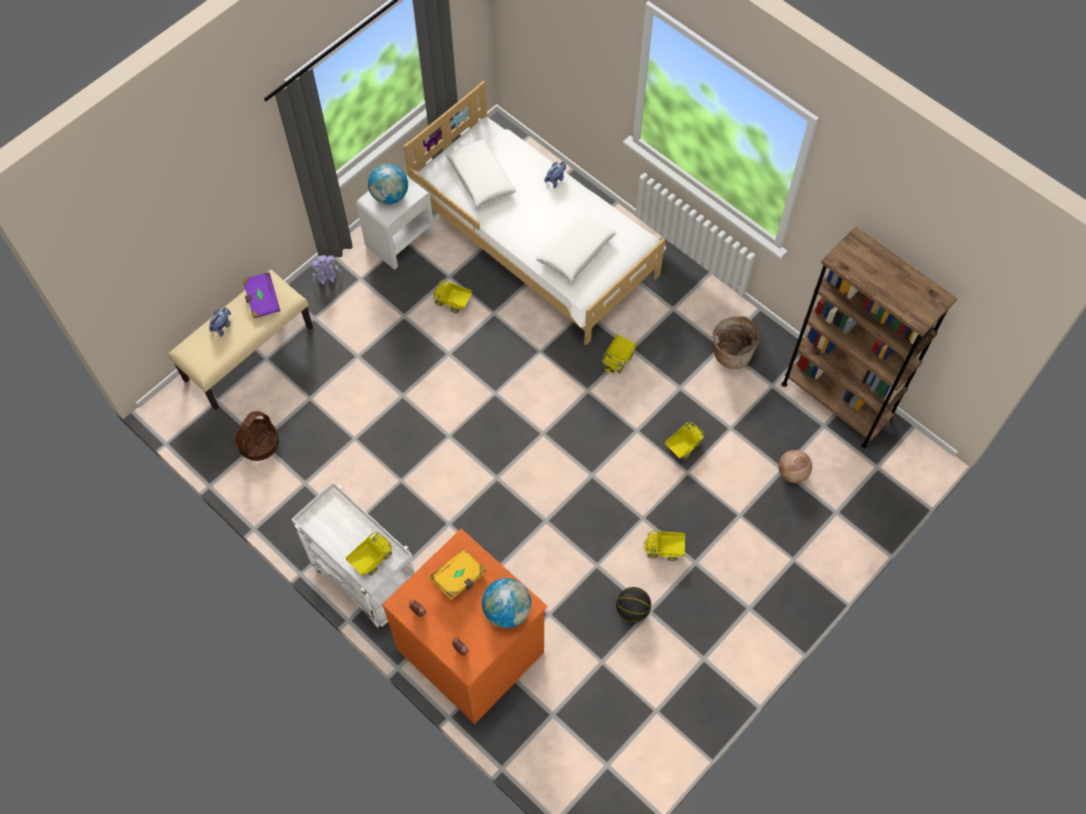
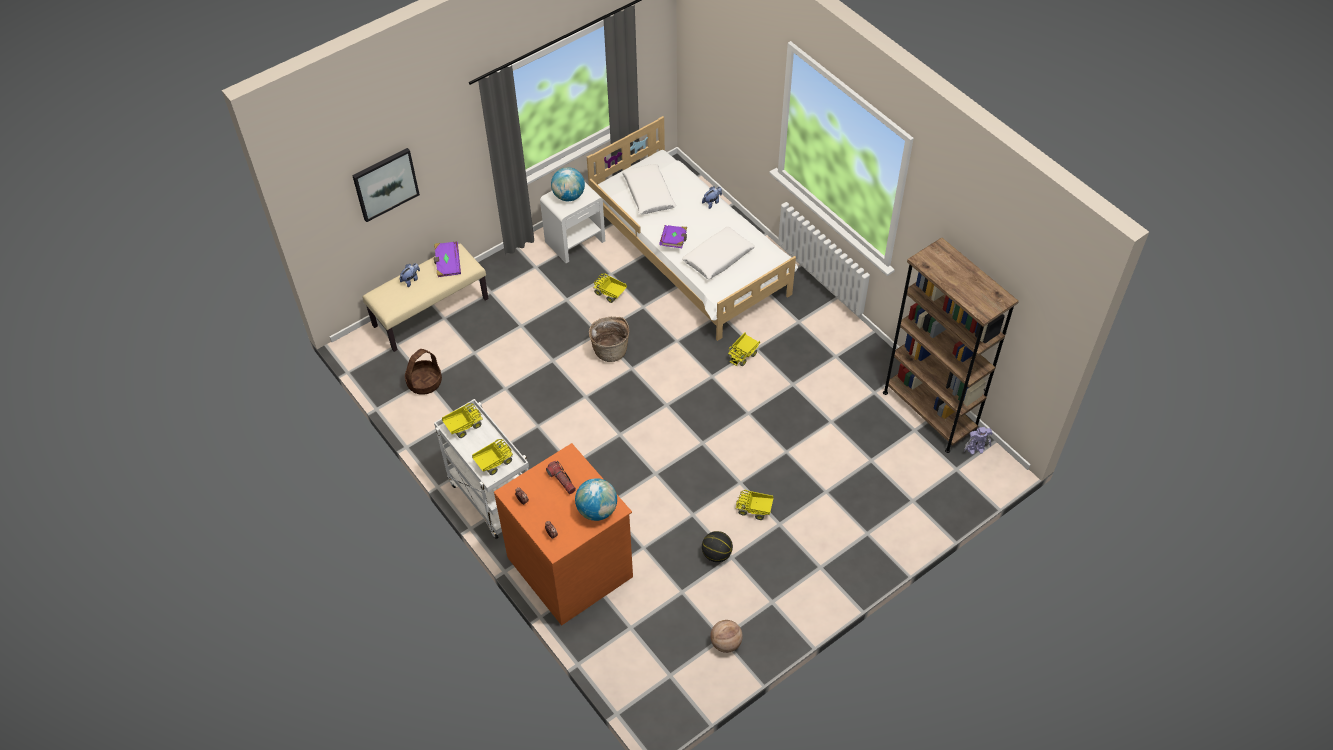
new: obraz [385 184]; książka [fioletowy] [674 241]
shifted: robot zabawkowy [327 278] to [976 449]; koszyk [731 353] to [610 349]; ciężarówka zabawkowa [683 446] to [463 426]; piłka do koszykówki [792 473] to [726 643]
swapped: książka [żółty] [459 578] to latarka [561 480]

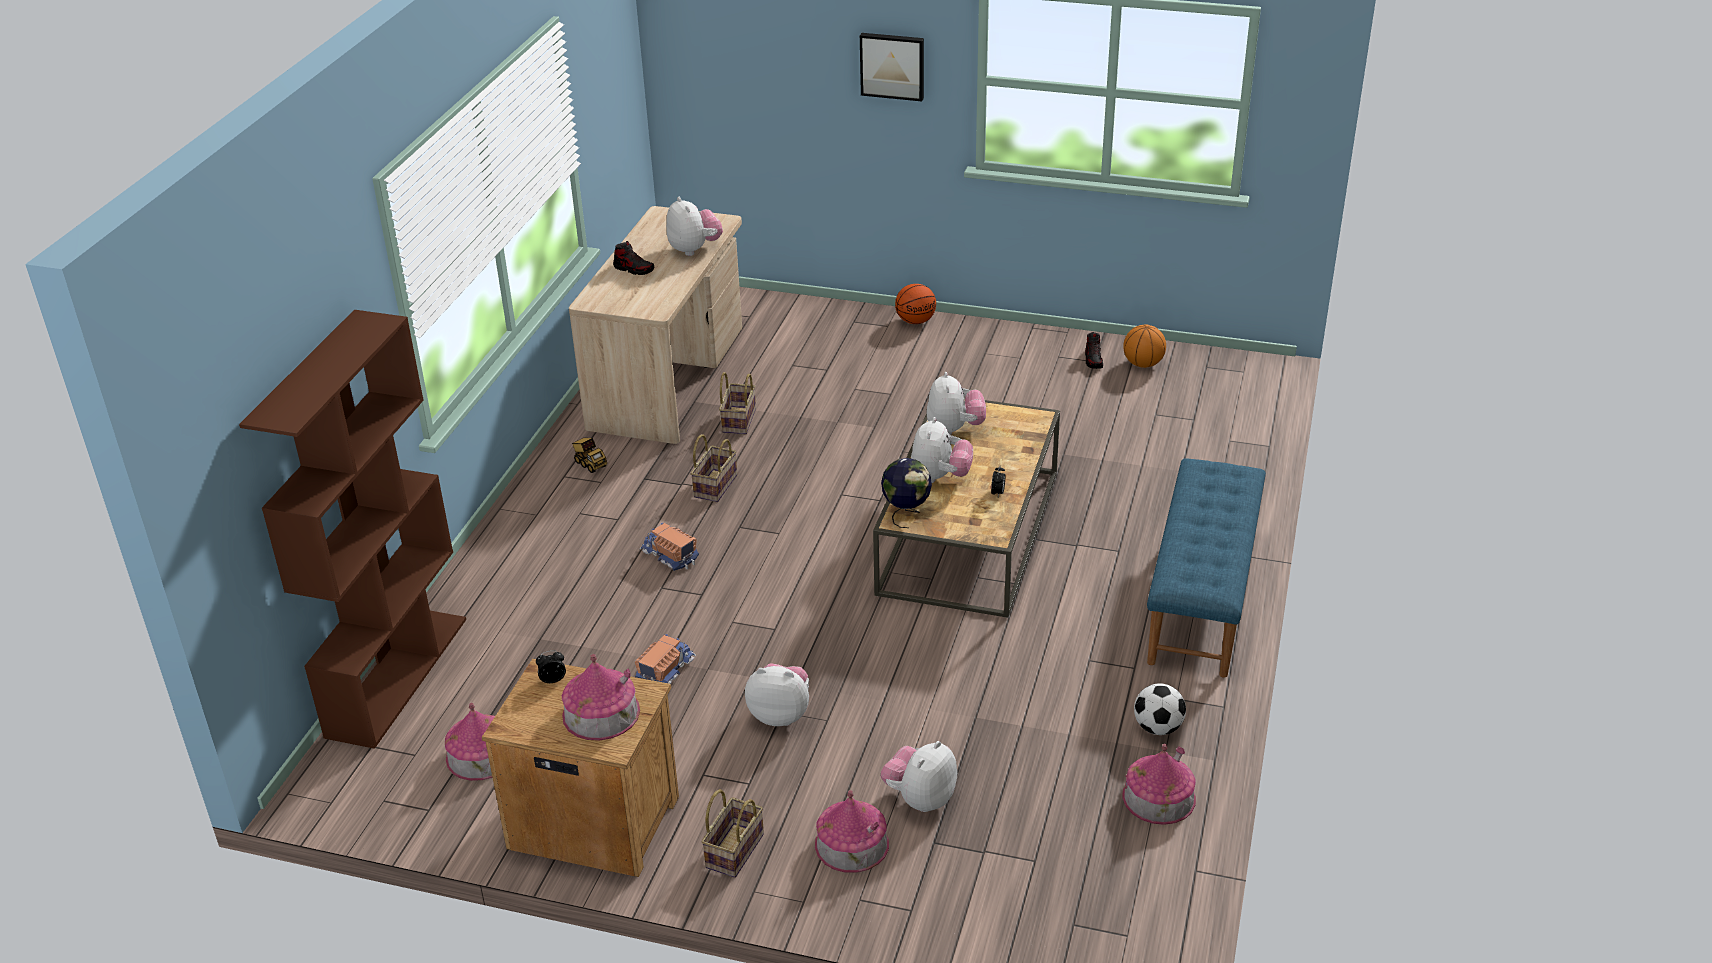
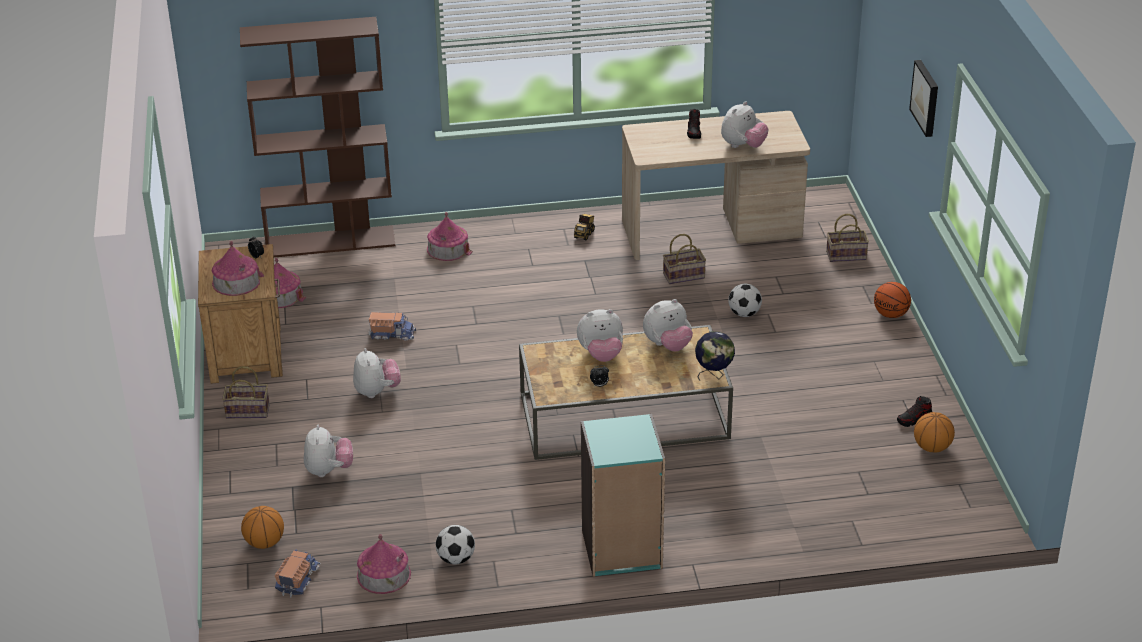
new: piłka futbolowa [744 313]; piłka do koszykówki [265 543]
shifted: koszyk [715 485] to [847 255]; globus [906 515] to [714 375]; ciężarówka zabawkowa [669 556] to [297 579]; domek [852 844] to [448 248]
swapped: ławka [niebieski] [1203 597] to regał [turkusowy] [621 550]
rotated: pluszak [920 798] = [329 470] 75 degrees clockwise

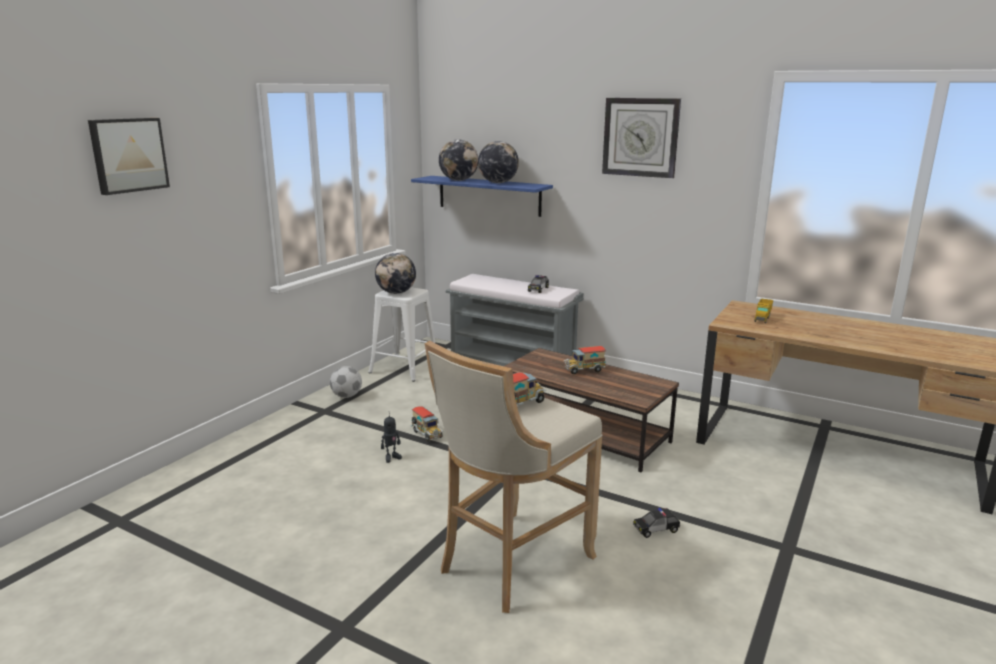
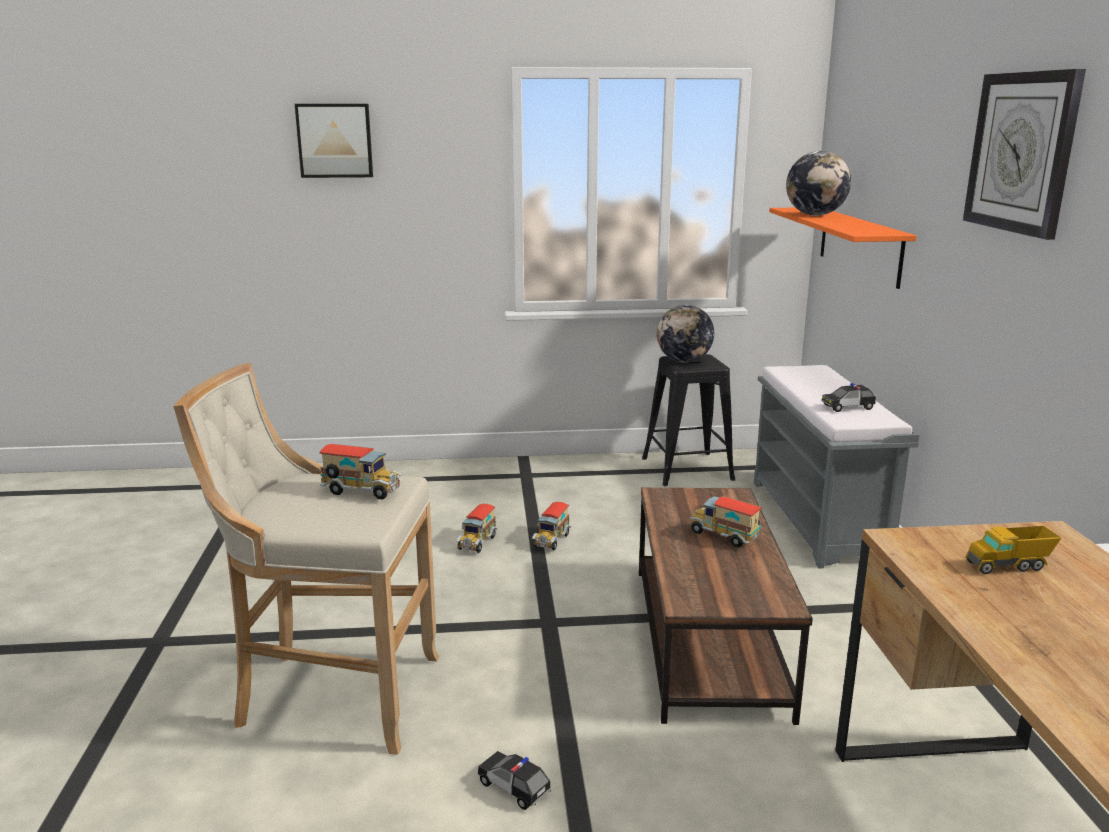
gone: globus [498 183]; piłka futbolowa [346 396]
swapped: robot zabawkowy [391 457] to ciężarówka zabawkowa [477 543]
repainted: półka [niebieski] [489 195] to półka [pomarańczowy] [859 245]; stołek [biały] [404 368] to stołek [czarny] [687 469]

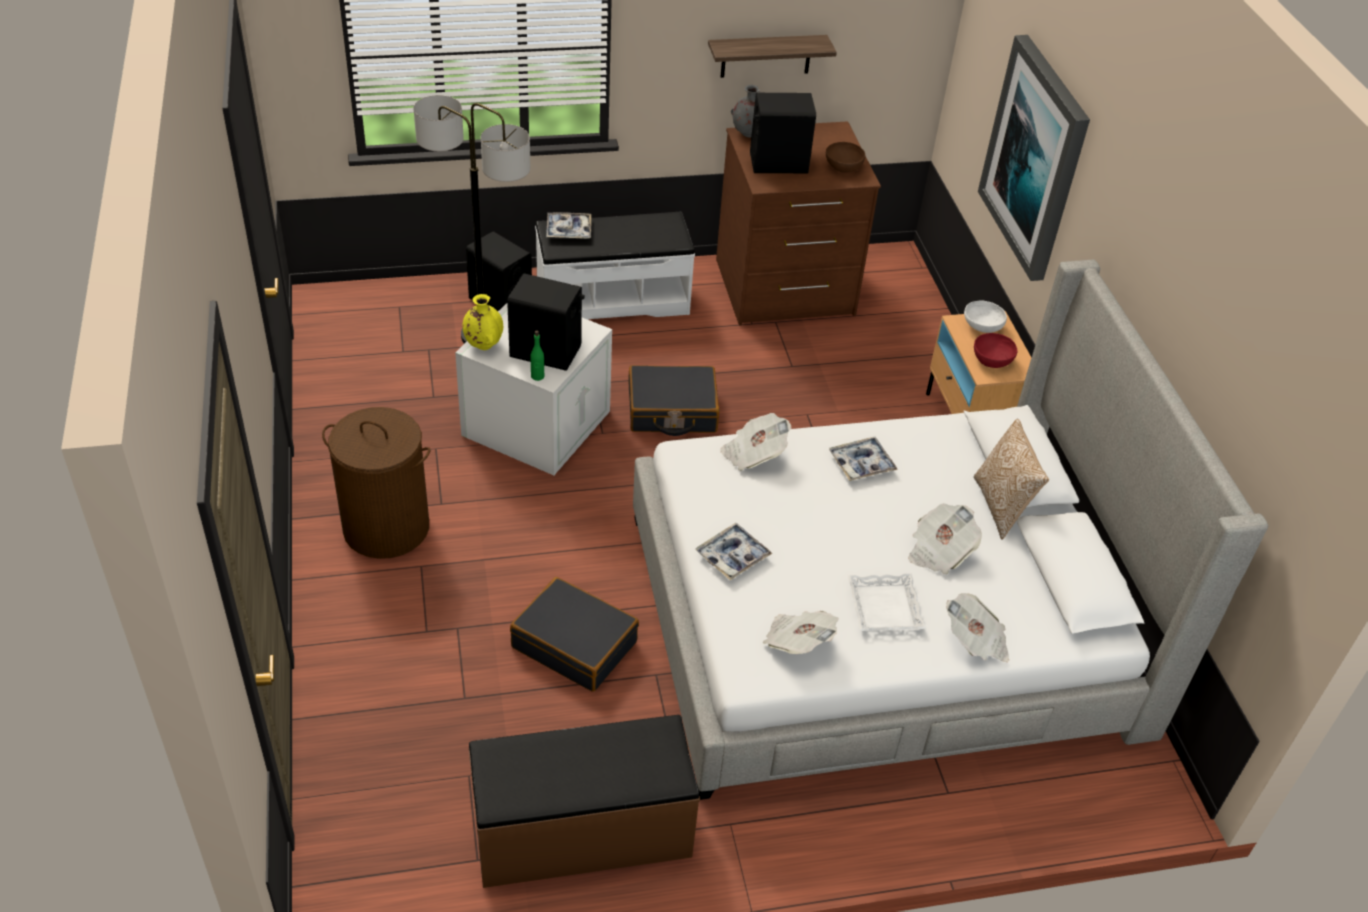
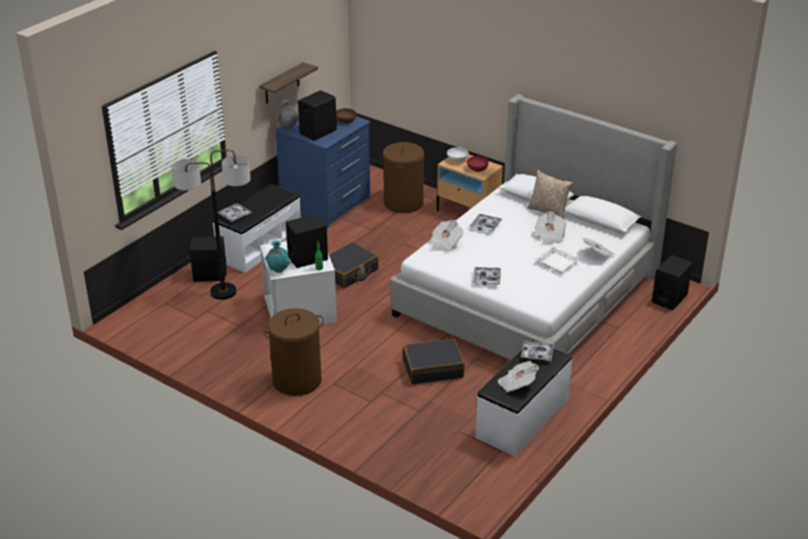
gone: obraz [1035 158]
new: kosz na pranie [brązowy] [403 203]; głośnik [czarny] [669 298]; taca [537 354]
shifted: gazeta [797 642] to [517 384]
repainted: komoda [brązowy] [785 289] to komoda [niebieski] [326 203]; wazon [żółty] [483 345] to wazon [turkusowy] [278 270]; ławka [brązowy] [582 833] to ławka [biały] [523 418]

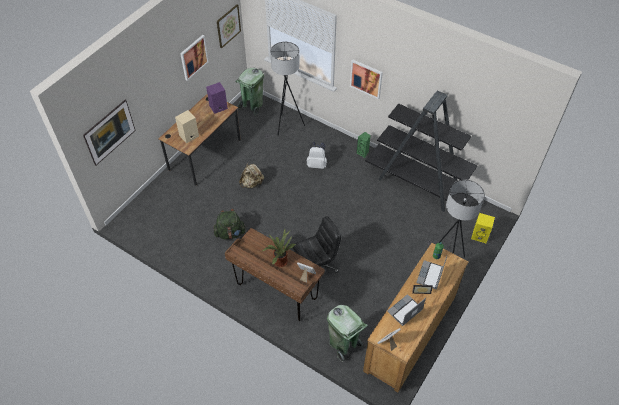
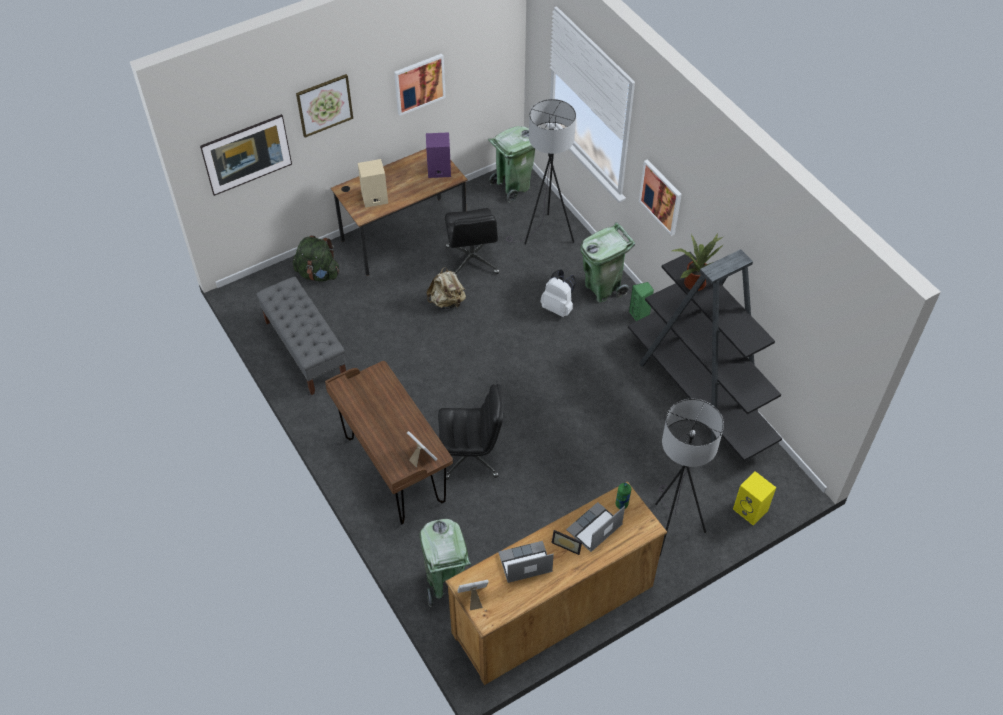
new: krzesło biurowe [czarny] [472 260]; kosz na śmieci [zielony] [603 288]; ławka [szary] [305 349]
shifted: obraz [228 26] to [324 105]; plecak [zielony] [230 233] to [318 274]; roślina doniczkowa [279 260] to [694 282]

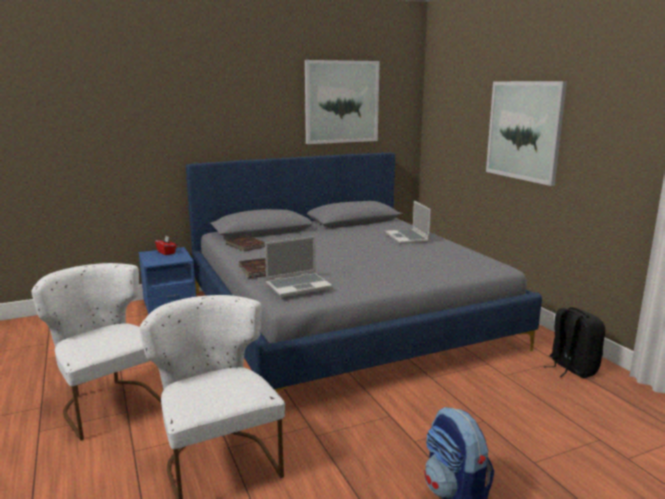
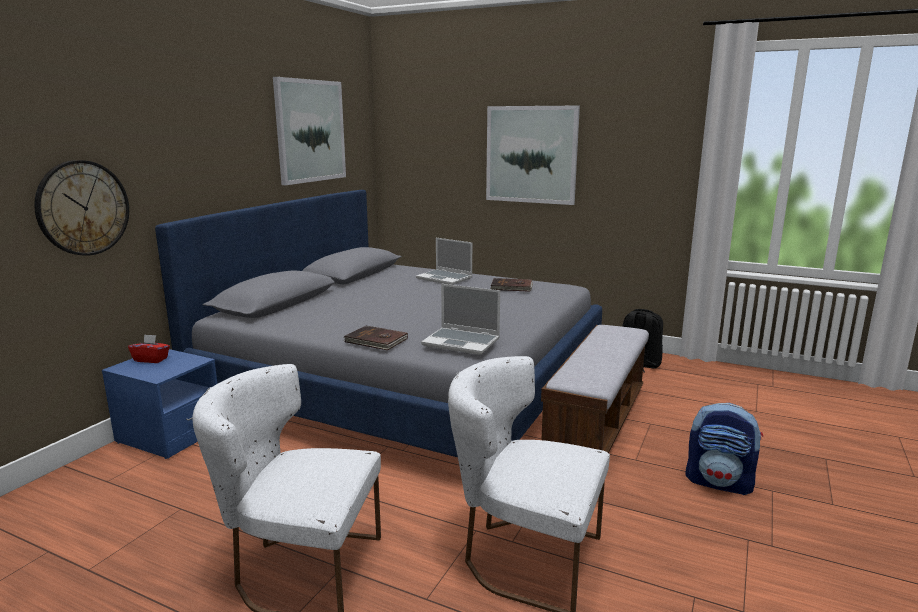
new: zegar ścienny [83 208]; ławka [596 421]
shifted: książka [brązowy] [245 245] to [511 287]
rotated: laptop [299 286] = [462 342] 90 degrees clockwise

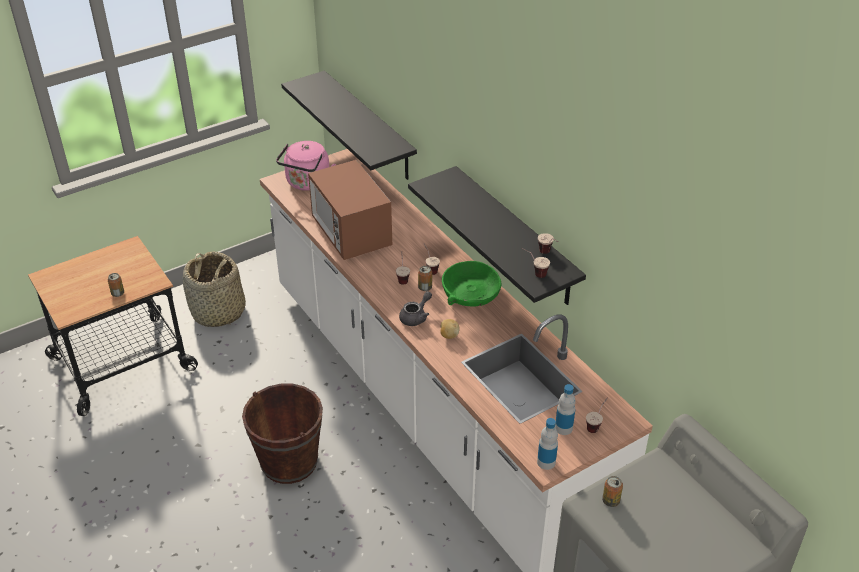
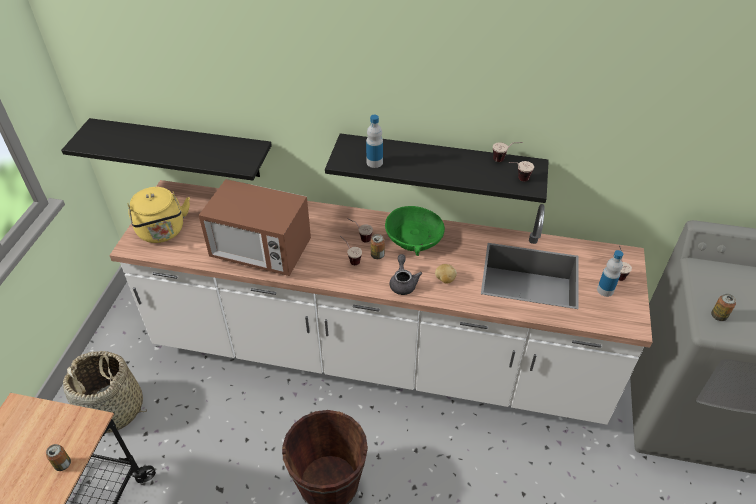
shifted: butelka [546 462] to [374 162]
repainted: czajnik [różowy] [307 183] to czajnik [żółty] [162 232]

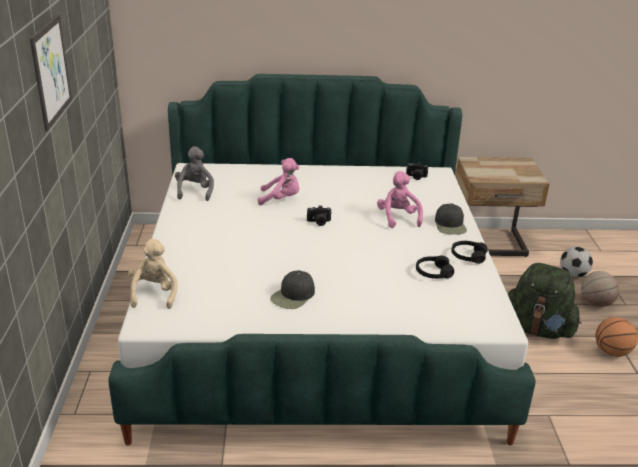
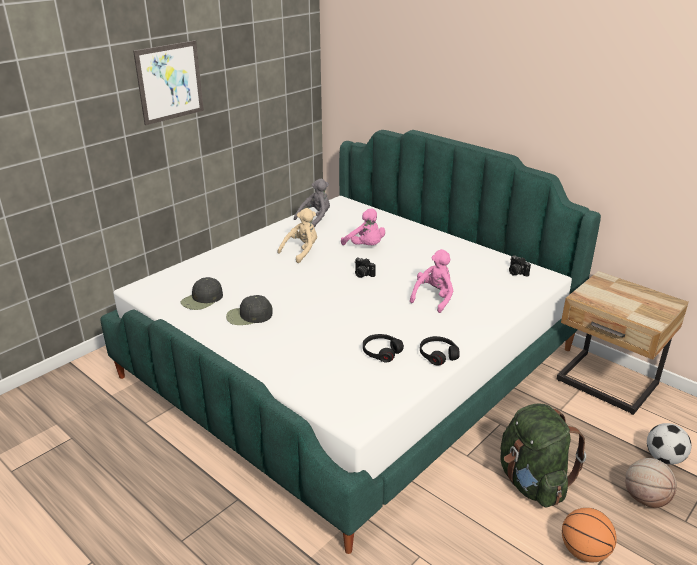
shifted: czapka z daszkiem [czarny] [450 225] to [202 299]; pluszak [beżowy] [154 294] to [301 251]

